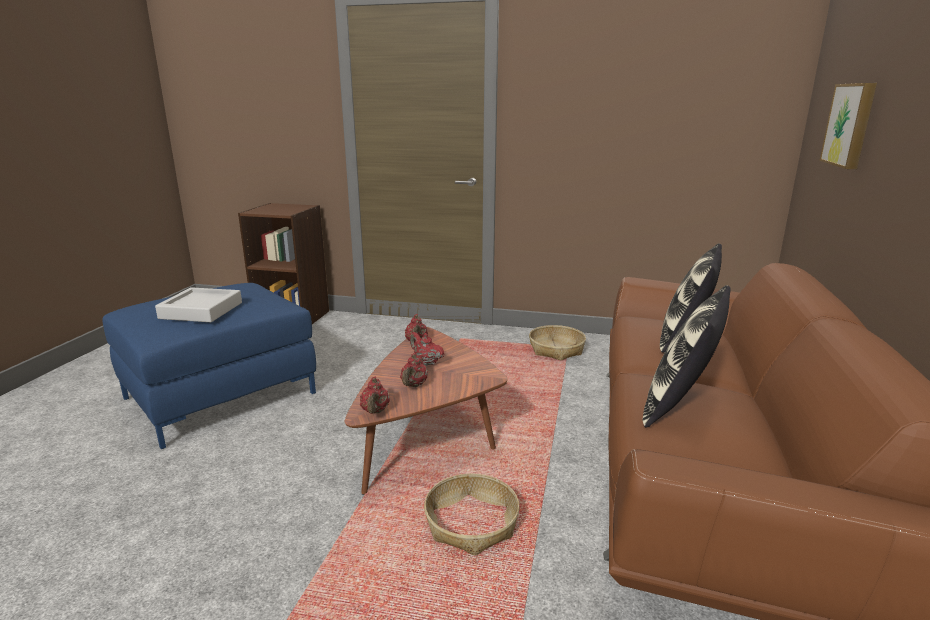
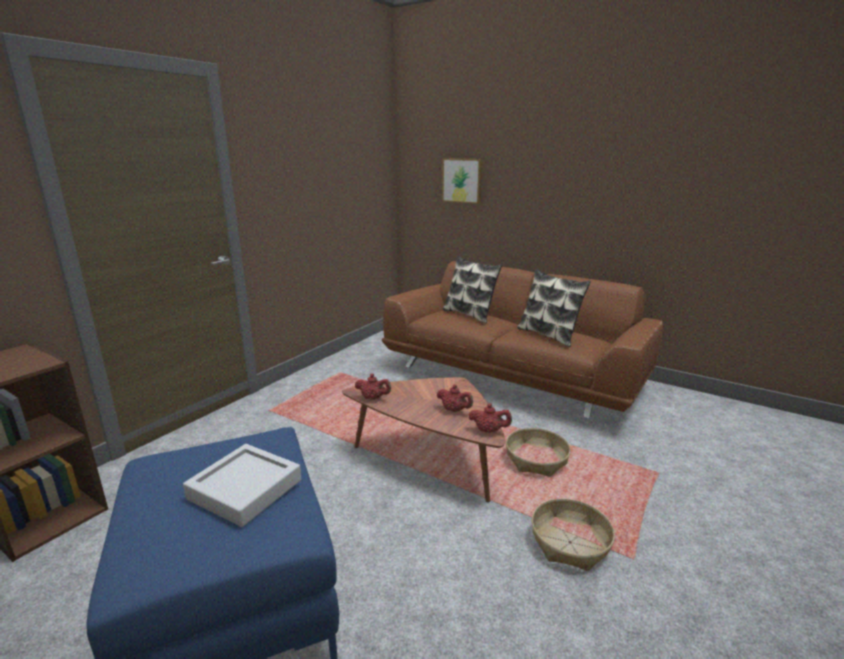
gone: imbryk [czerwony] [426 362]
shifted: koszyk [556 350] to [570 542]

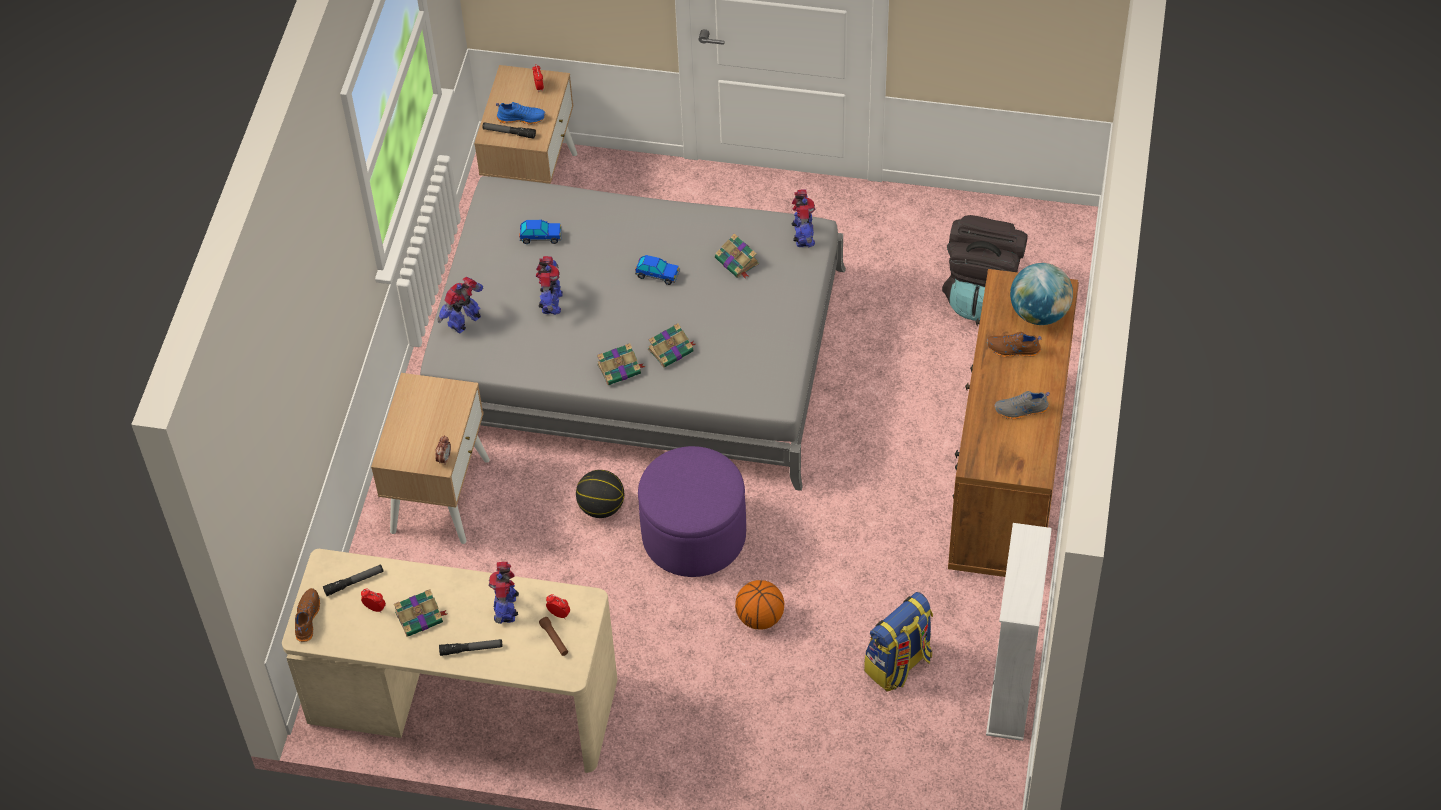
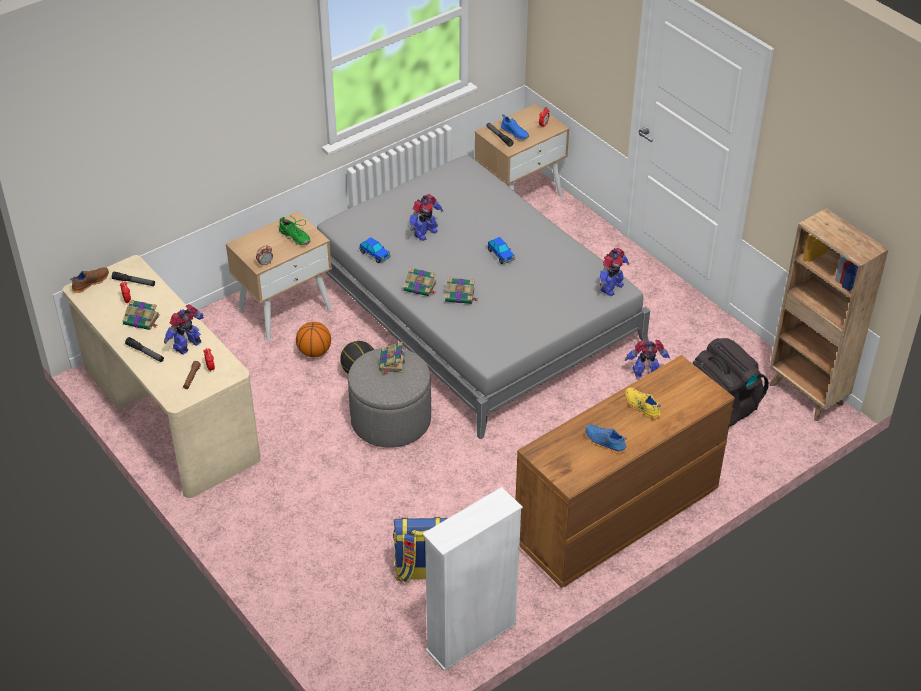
gone: globus [1039 313]
new: regał [brązowy] [807 395]; but [zielony] [294 237]
shifted: samochodzik [541 236] to [375 254]; książka [737 262] to [392 363]; robot zabawkowy [466 321] to [646 374]; piłka do koszykówki [759 617] to [314 352]
repainted: but [brązowy] [1013 350] to but [żółty] [641 407]; but [szary] [1021 410] to but [niebieski] [604 443]; pufa [fioletowy] [694 535] to pufa [szary] [391 420]

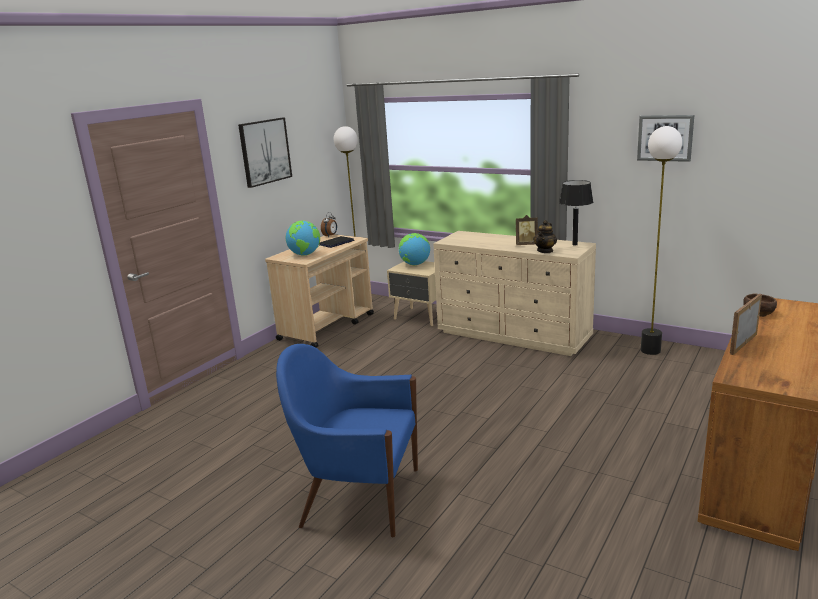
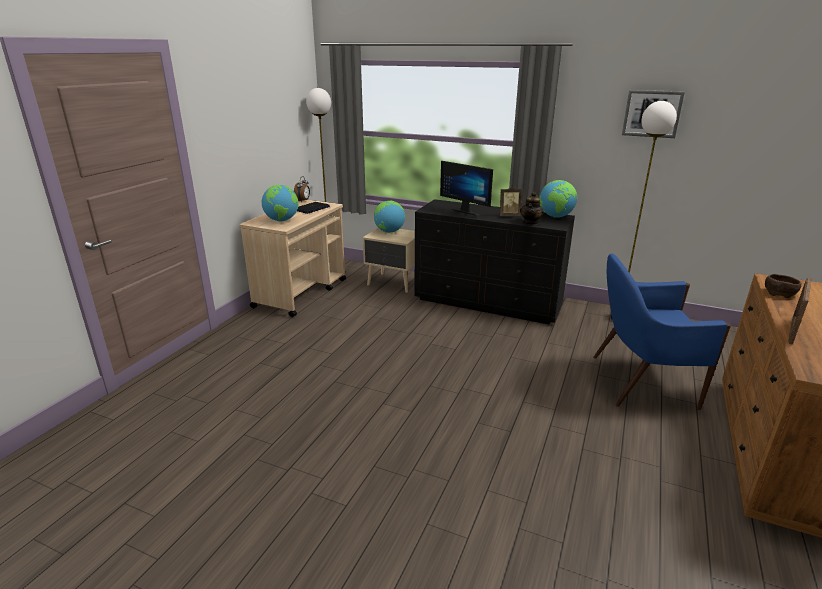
gone: obraz [265 151]
new: monitor [467 211]
shifted: fotel [niebieski] [358 497] to [639 381]
swapped: lampa stołowa [czarny] [575 244] to globus [556 216]
repainted: komoda [beżowy] [514 335] to komoda [czarny] [488 302]

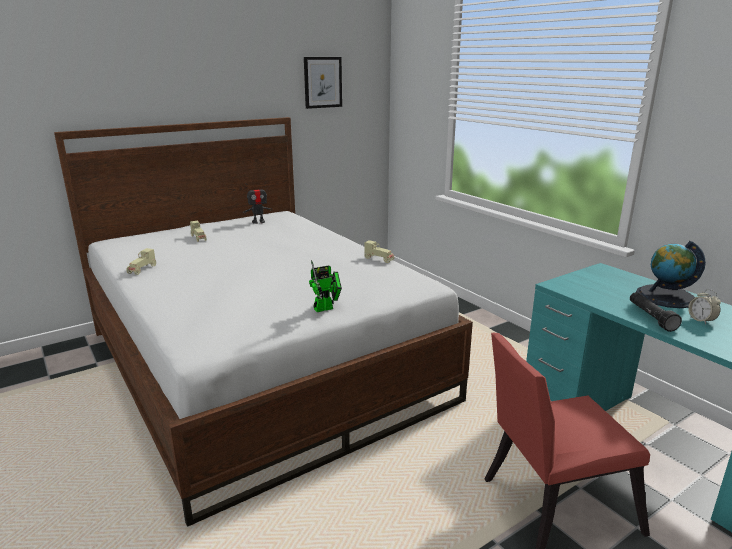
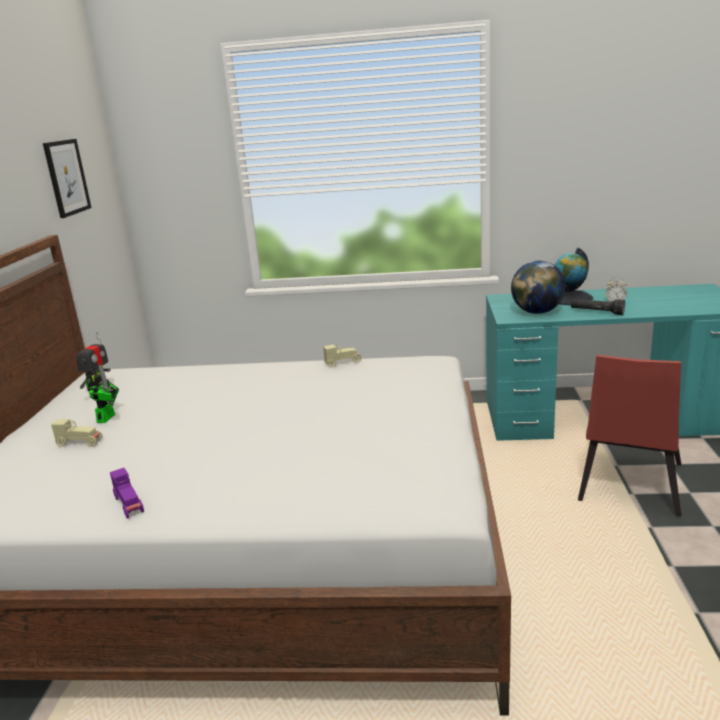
new: globus [537 312]
shifted: robot zabawkowy [326 308] to [108 417]
repainted: samochodzik [beżowy] [142 269] to samochodzik [fioletowy] [130 505]

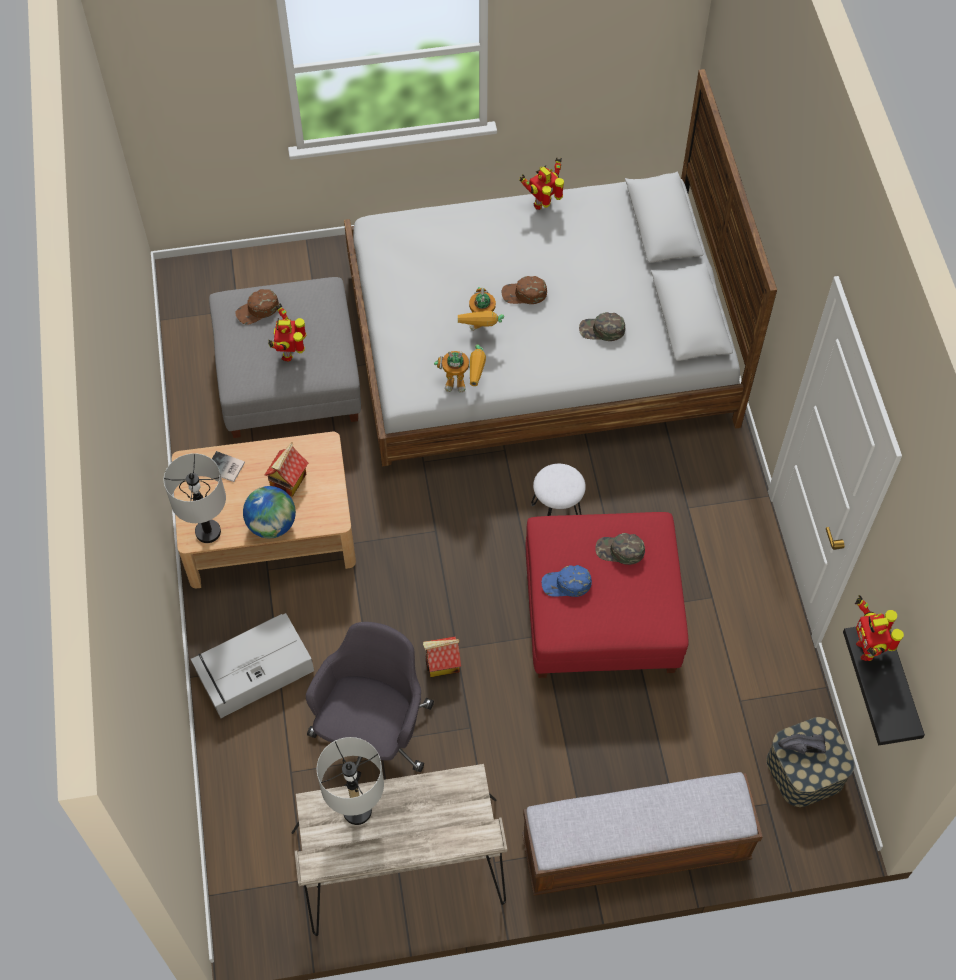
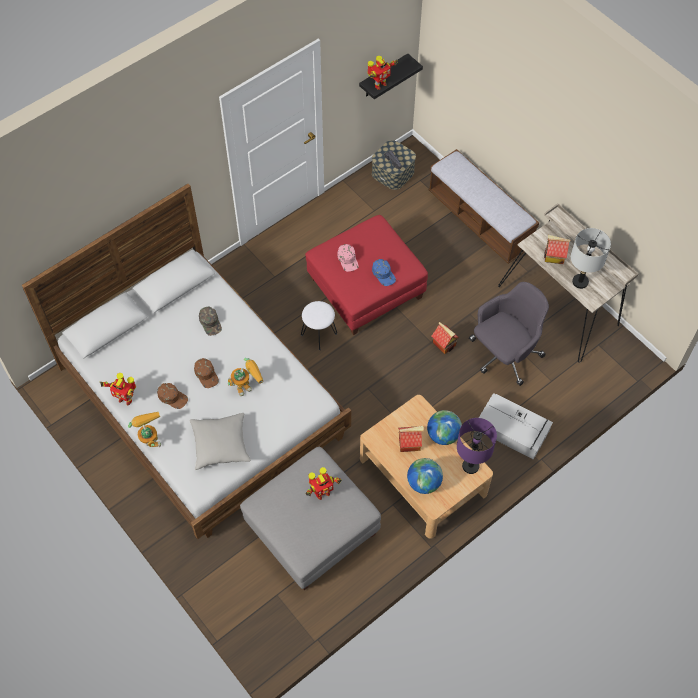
new: domek [554 257]; poduszka [szary] [220 445]
shifted: czapka z daszkiem [brązowy] [257 310] to [173 397]; robot zabawkowy [464 383] to [149 438]
swapped: książka [225 468] to globus [423 483]
repainted: lampa stołowa [szary] [208 532] to lampa stołowa [fioletowy] [471 466]; czapka z daszkiem [zielony] [619 551] to czapka z daszkiem [różowy] [348 260]
rotated: krzesło biurowe [szary] [373 733] = [504 355] 150 degrees clockwise

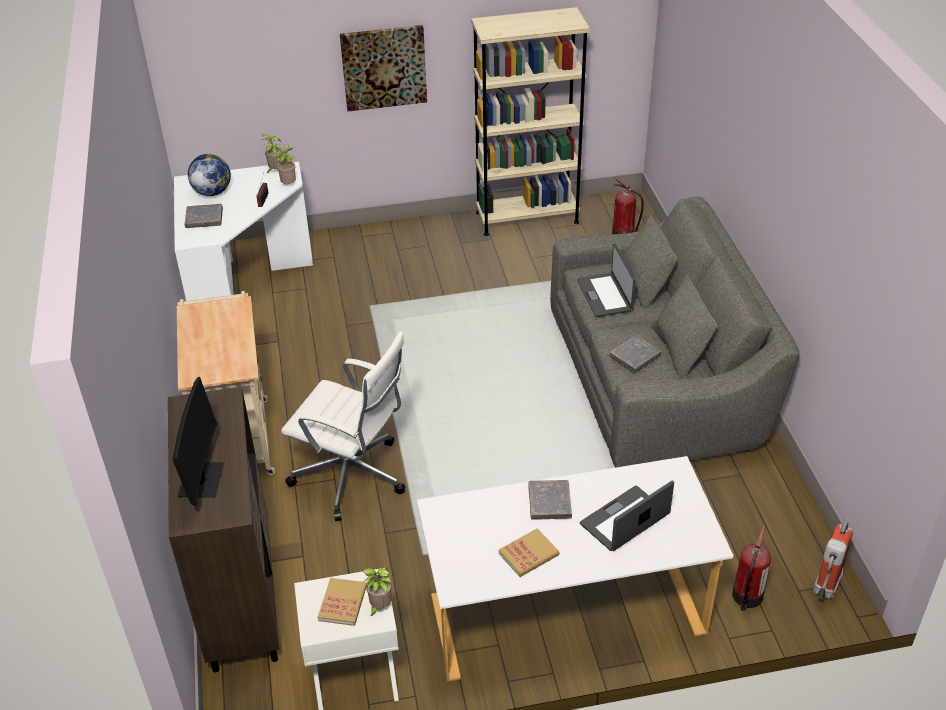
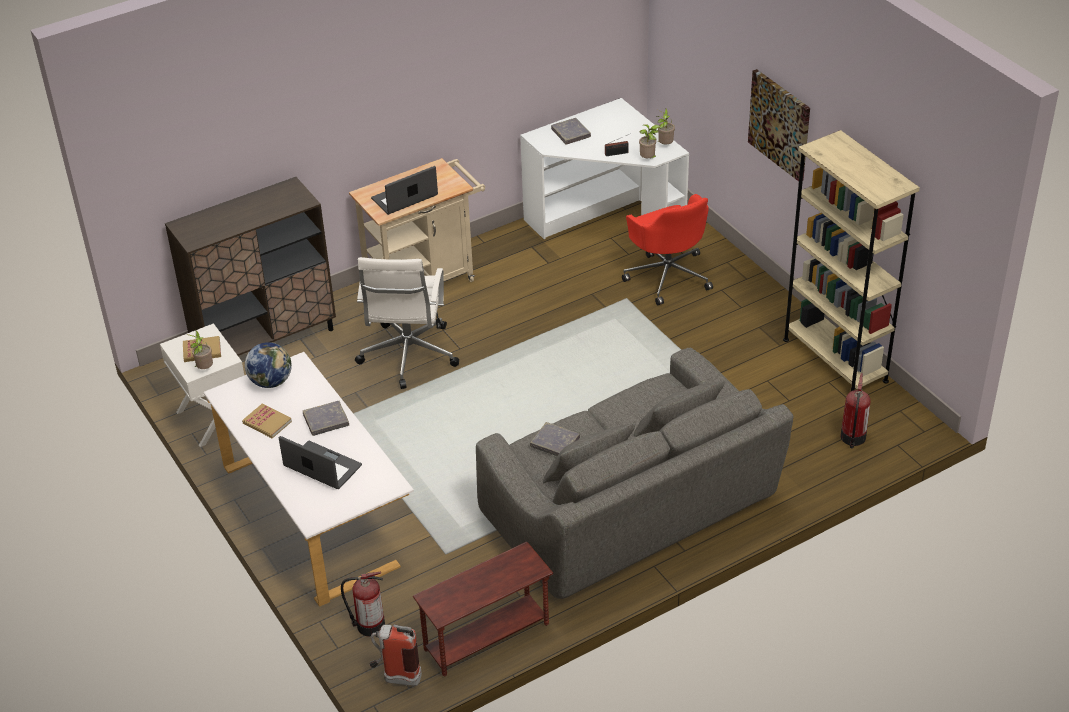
gone: monitor [201 480]
new: krzesło biurowe [czerwony] [668 275]; stolik [brązowy] [487 638]
shifted: globus [212 192] to [271 381]; laptop [605 295] to [405 198]

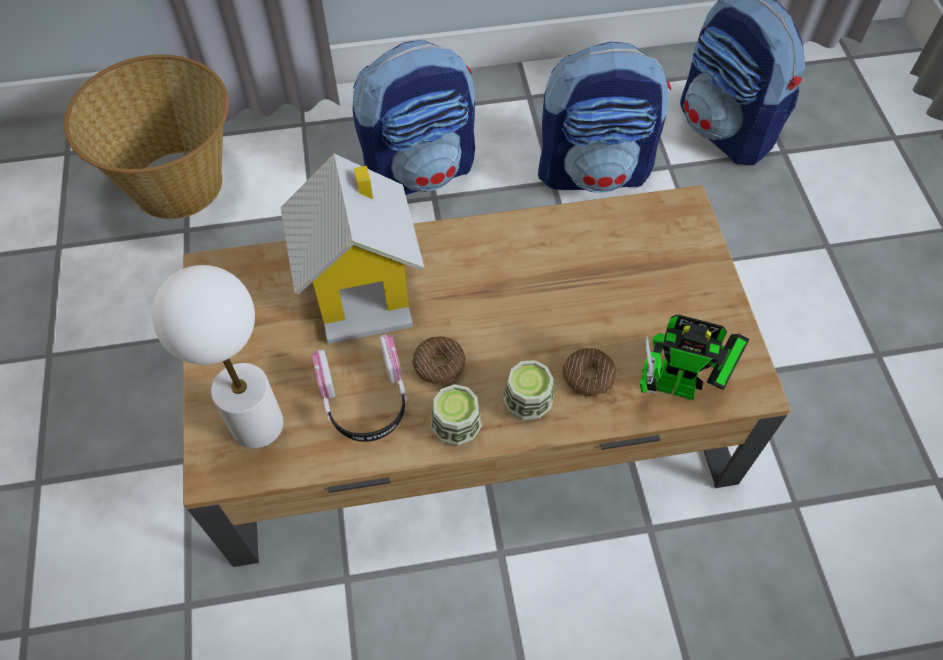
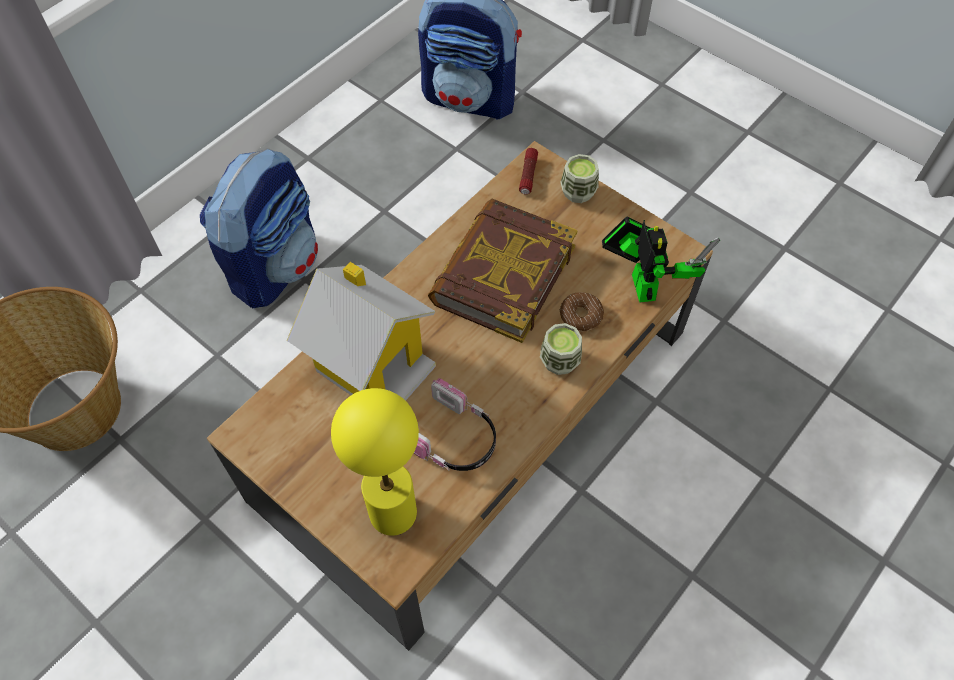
gone: plecak [594 171]; donut [439 364]
new: latarka [528 175]; książka [502 275]
shifted: filiżanka [456 427] to [578 192]
repainted: lampa stołowa [biały] [257 423] to lampa stołowa [żółty] [392 512]
rotated: robot zabawkowy [682 387] = [642 282] 75 degrees counterclockwise

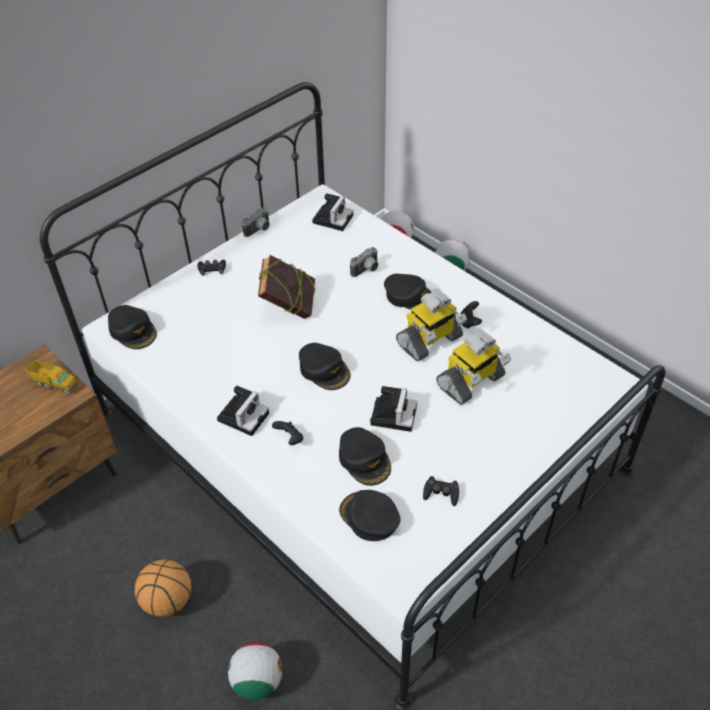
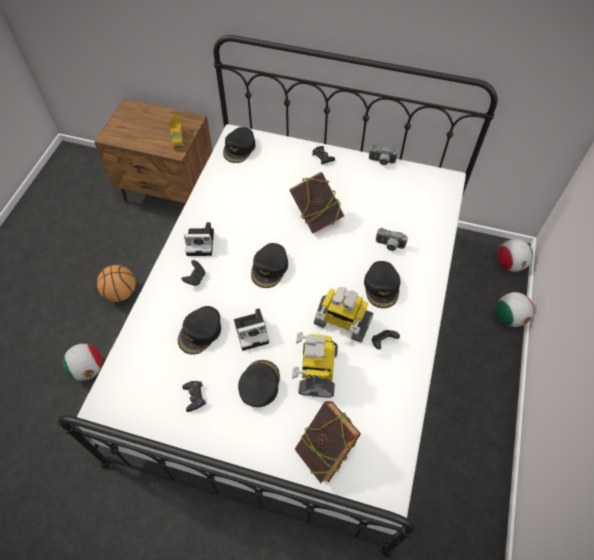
gone: aparat fotograficzny [333 218]
new: książka [325 450]
shifted: czapka z daszkiem [czarny] [369 517] to [259 384]
rotated: robot zabawkowy [471 382] = [316 371] 75 degrees clockwise

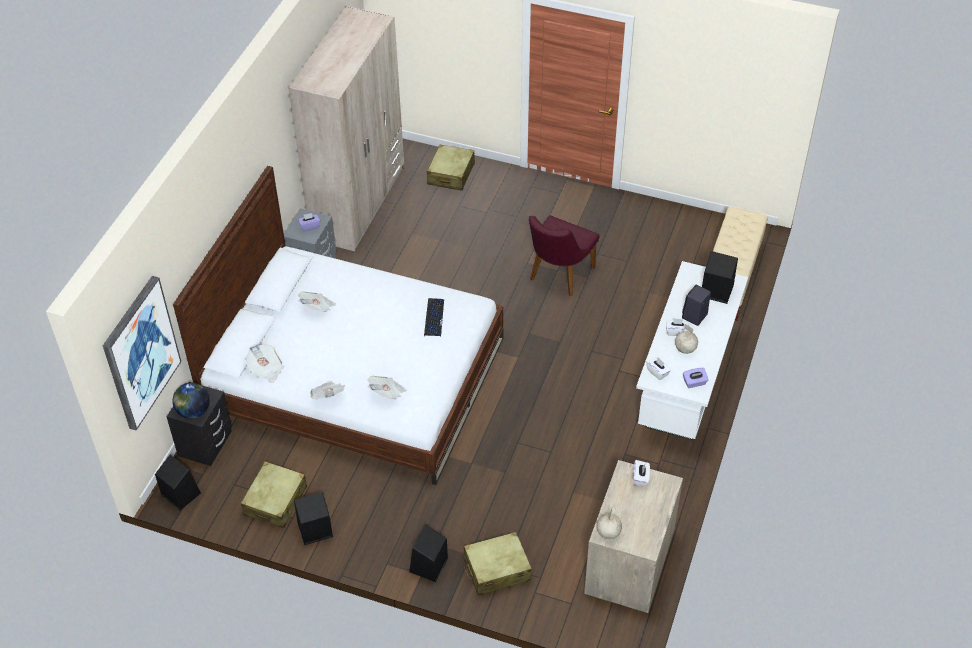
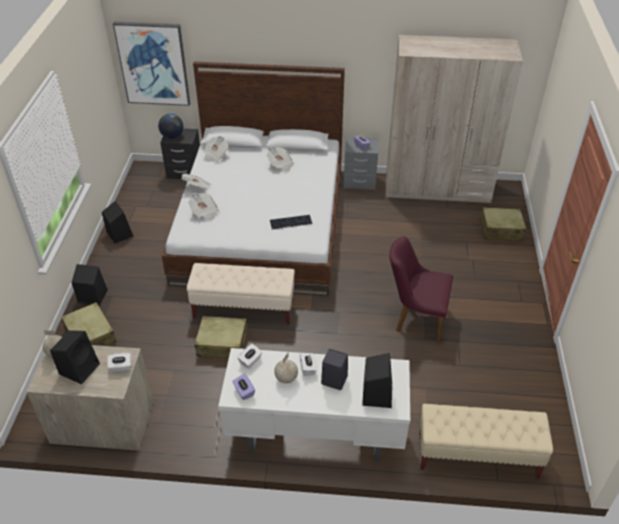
new: ławka [beżowy] [244 308]
shifted: głośnik [czarny] [180 494] to [80 368]; walizka [beżowy] [276 501] to [222 343]

